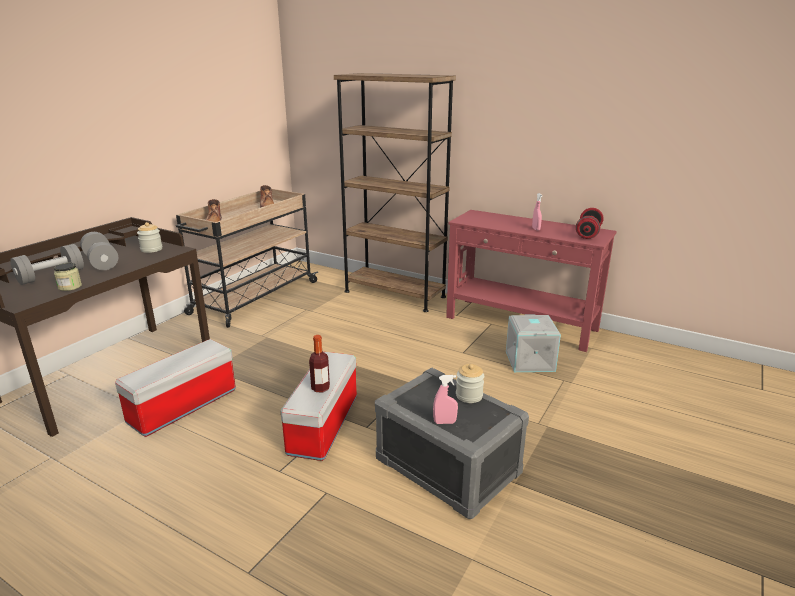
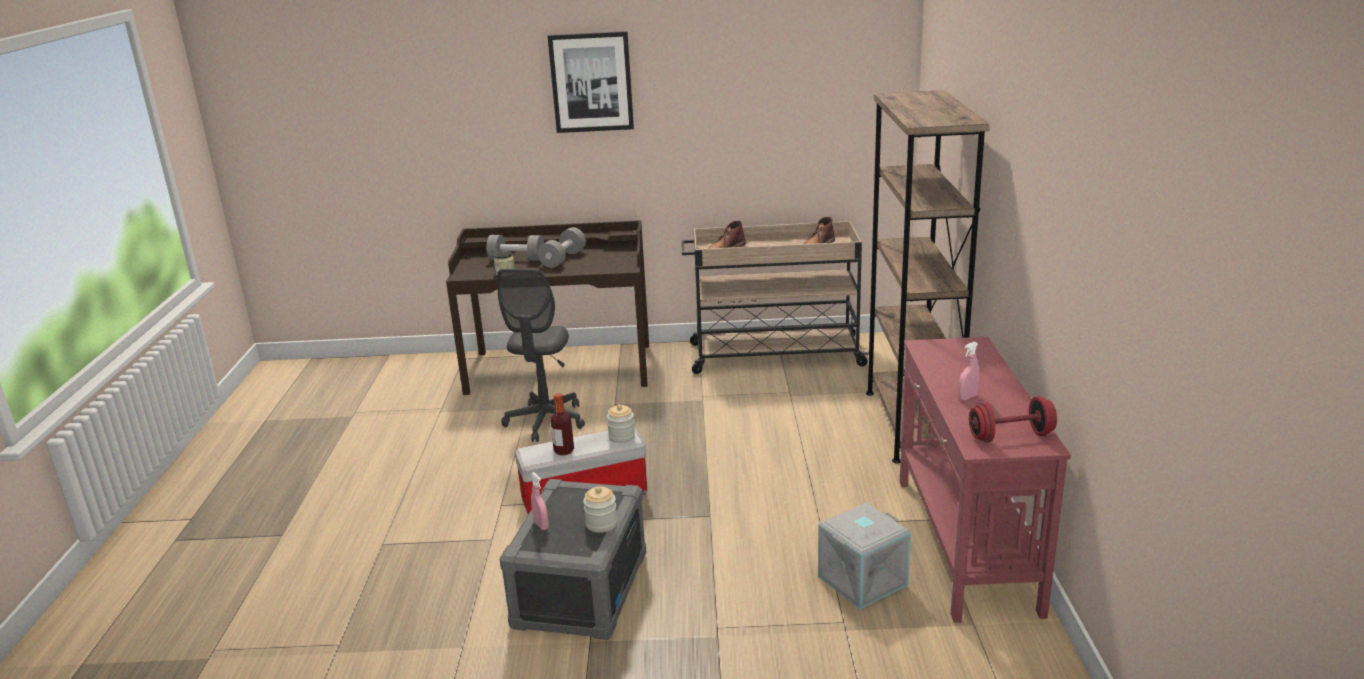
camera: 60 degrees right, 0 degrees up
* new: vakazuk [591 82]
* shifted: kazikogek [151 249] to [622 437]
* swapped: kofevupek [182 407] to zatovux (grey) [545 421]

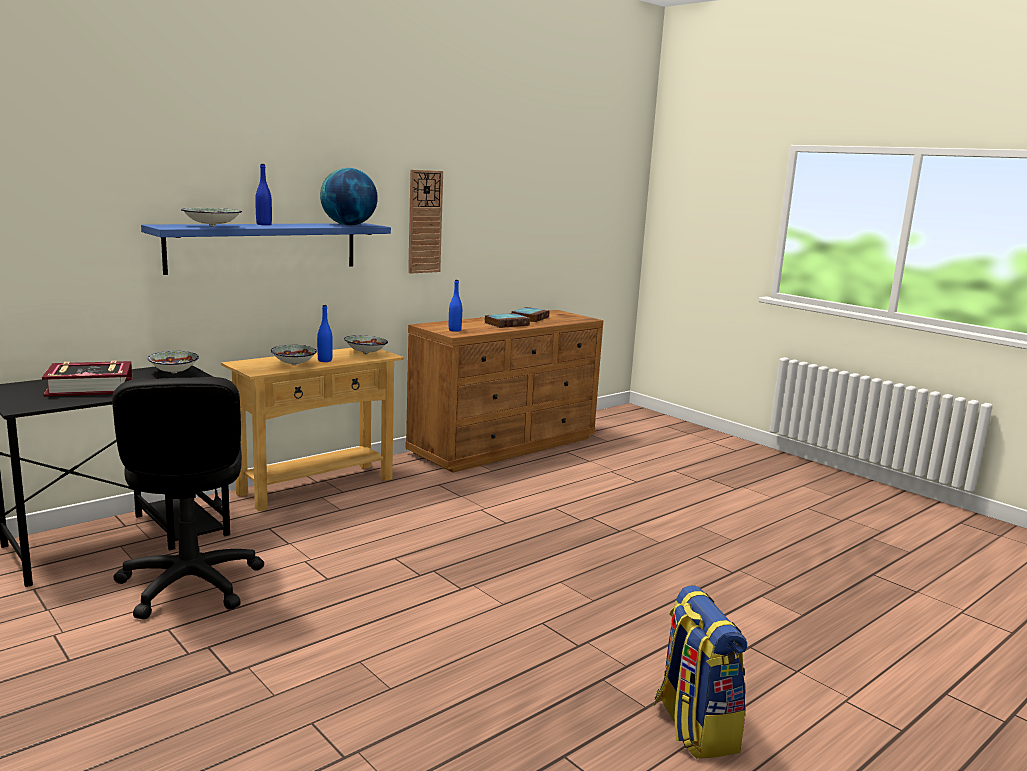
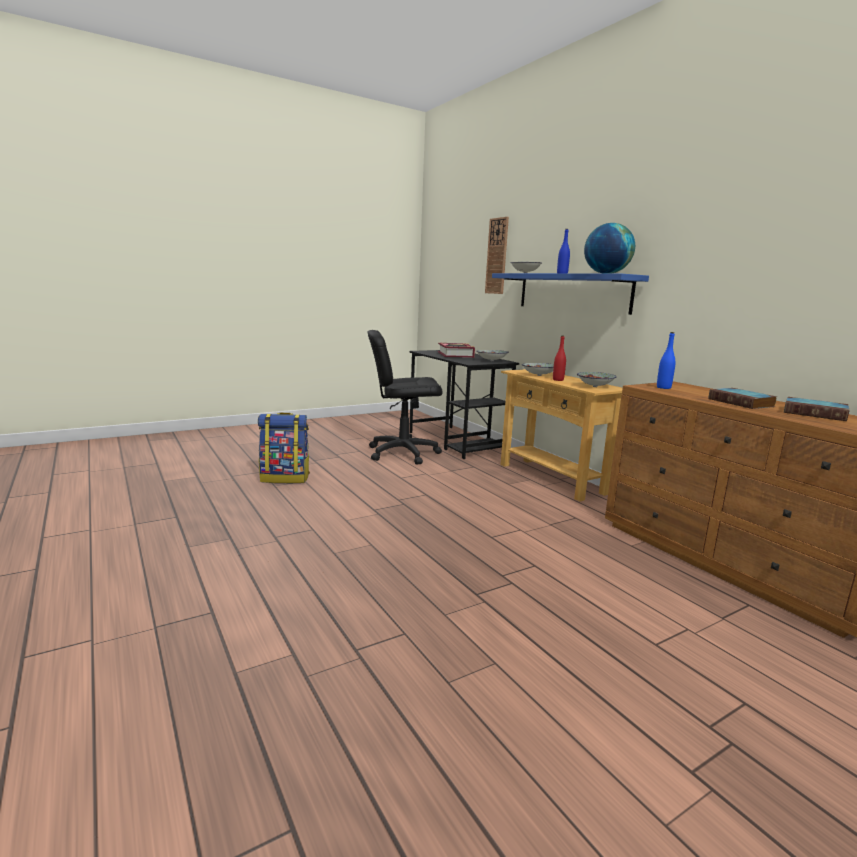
camera: 100 degrees right, 0 degrees up
* shifted: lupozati [424 222] to [497 256]
* shifted: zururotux [694 727] to [285 478]
* repainted: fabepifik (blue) [325 360] to fabepifik (red) [558 380]

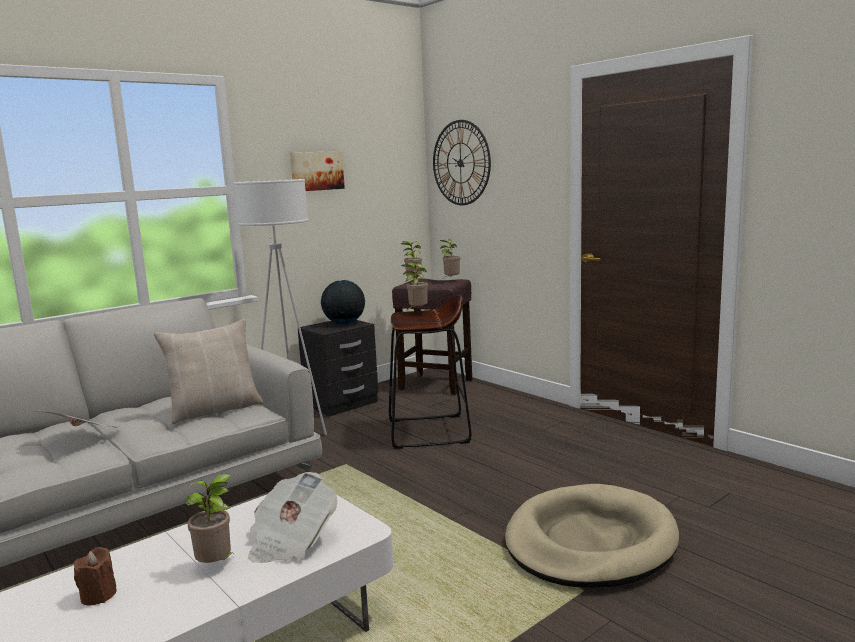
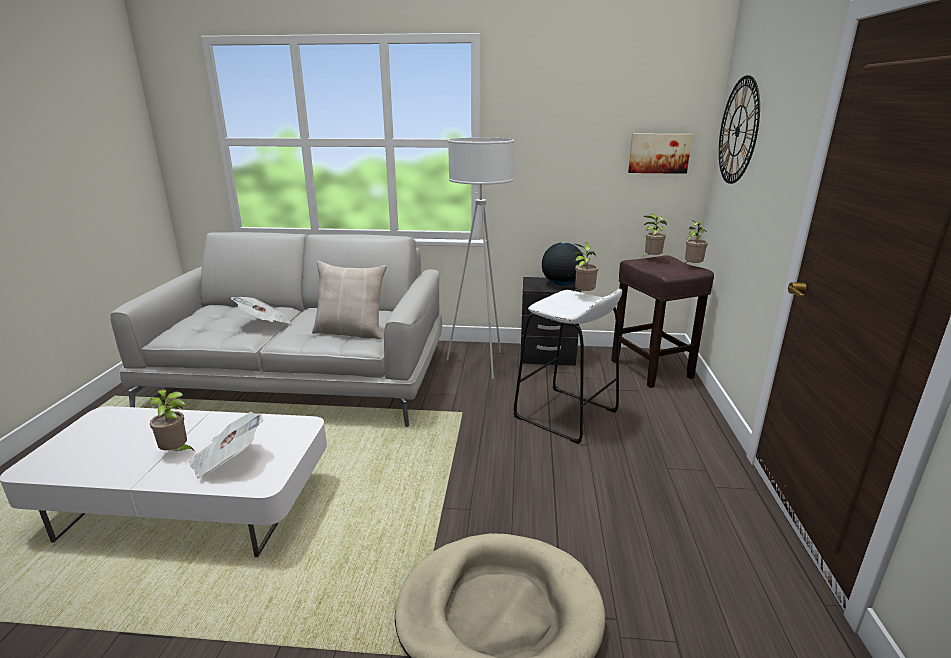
camera: 45 degrees right, 10 degrees up
* gone: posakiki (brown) [98 595]
* shifted: vakazuk [316 171] to [659 153]
* repainted: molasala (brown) [428 431] to molasala (white) [565 414]

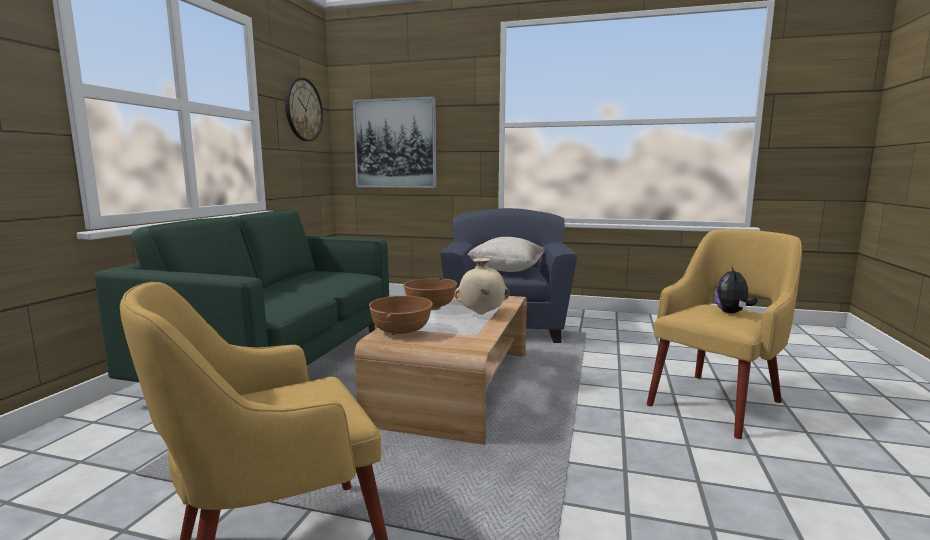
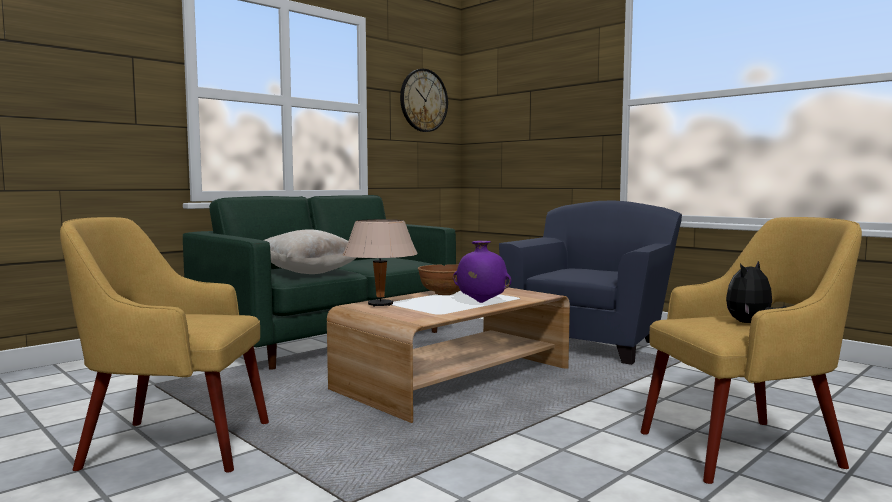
camera: 30 degrees right, 5 degrees down
* gone: vakazuk [395 143]
* shifted: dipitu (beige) [507 271] to [308 273]
* swapped: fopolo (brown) [401 331] to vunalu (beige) [380 305]
* repainted: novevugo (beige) [481 314] to novevugo (purple) [481 302]

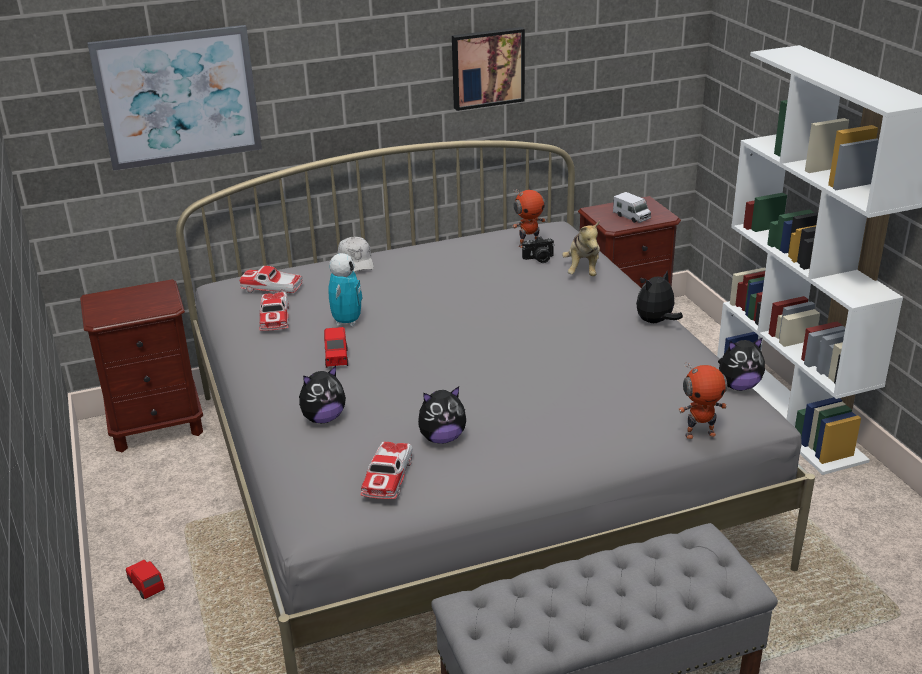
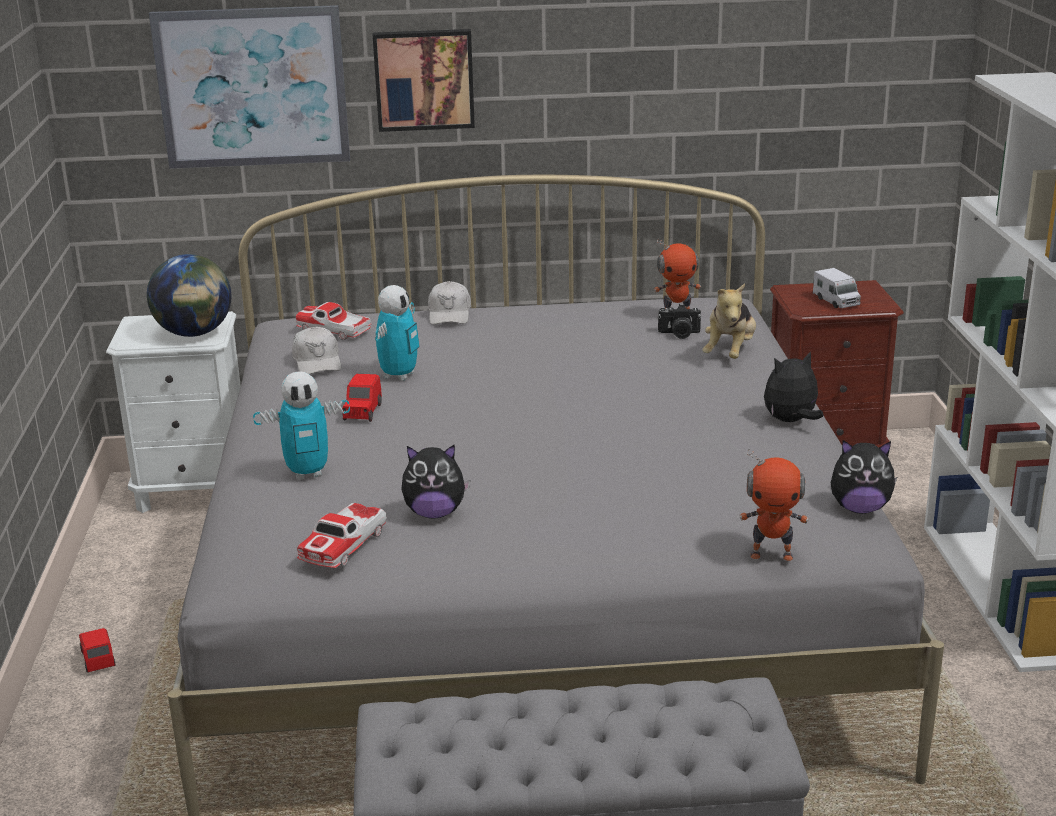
camera: 15 degrees right, 5 degrees down
* new: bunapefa [194 333]
* shifted: vakazuk [487 67] to [424 79]
* swapped: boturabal [274 318] to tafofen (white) [317 362]
* swapped: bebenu [323 418] to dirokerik [308 473]
* repainted: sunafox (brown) [157 426] to sunafox (white) [195 491]

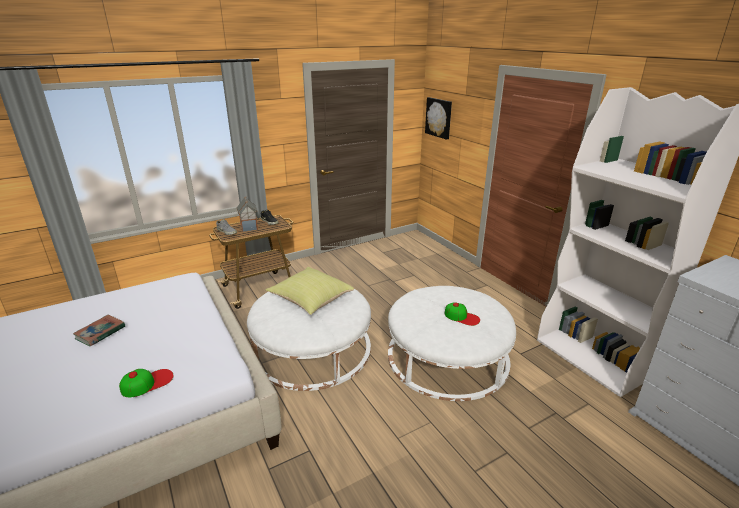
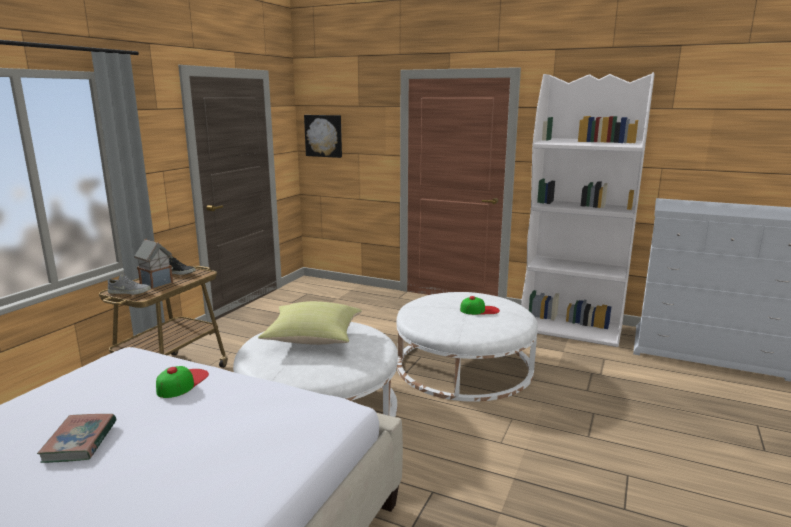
camera: 35 degrees left, 10 degrees down
* shifted: tafofen [147 383] to [182 382]

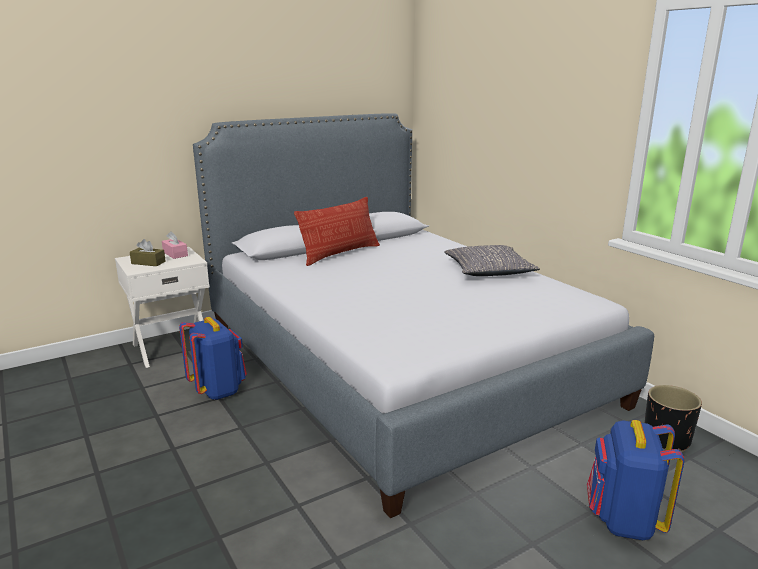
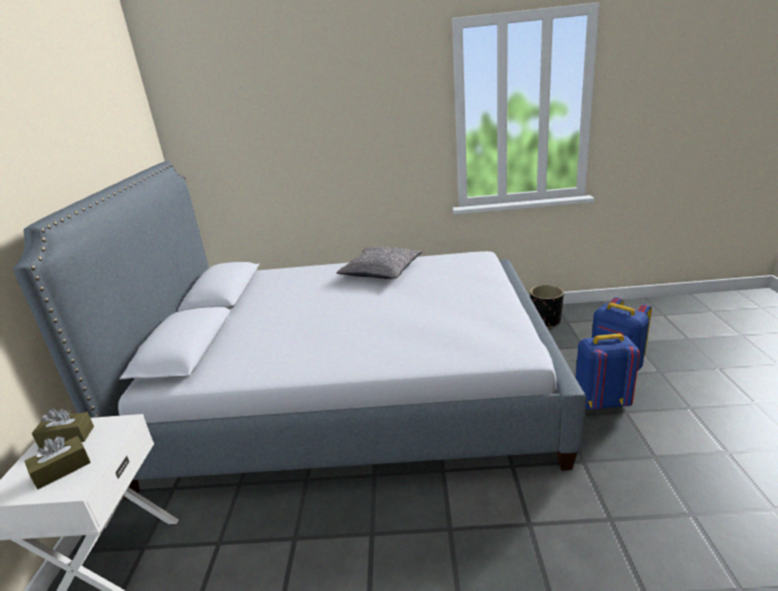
camera: 55 degrees left, 5 degrees up
* gone: dipitu [340 254]
* shifted: zururotux (blue) [218 390] to [601 402]
* repainted: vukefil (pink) [175 254] to vukefil (brown) [67 437]

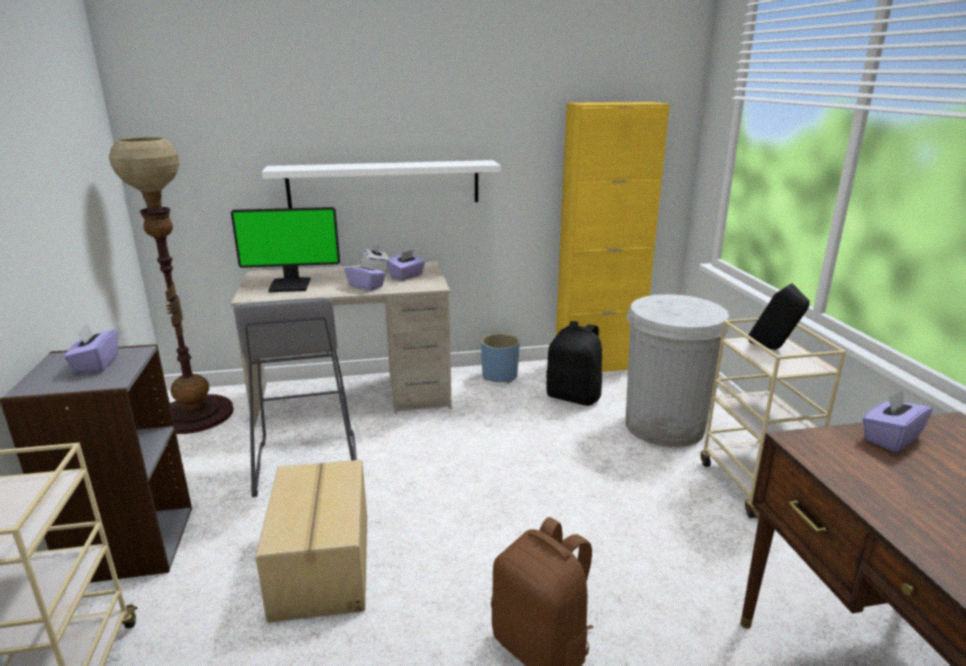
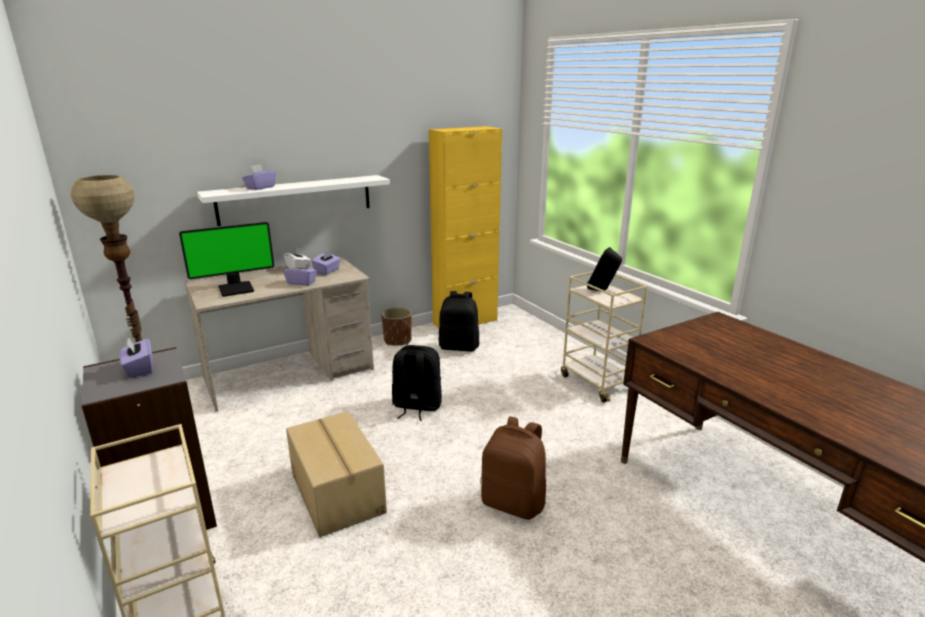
camera: 20 degrees left, 0 degrees up
* gone: molasala (grey) [306 463]
* gone: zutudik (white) [664 426]
* new: zururotux (black) [416 406]
* shifted: vukefil (purple) [890 438] to [260 187]
* repainted: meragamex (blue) [500 376] to meragamex (brown) [398 341]

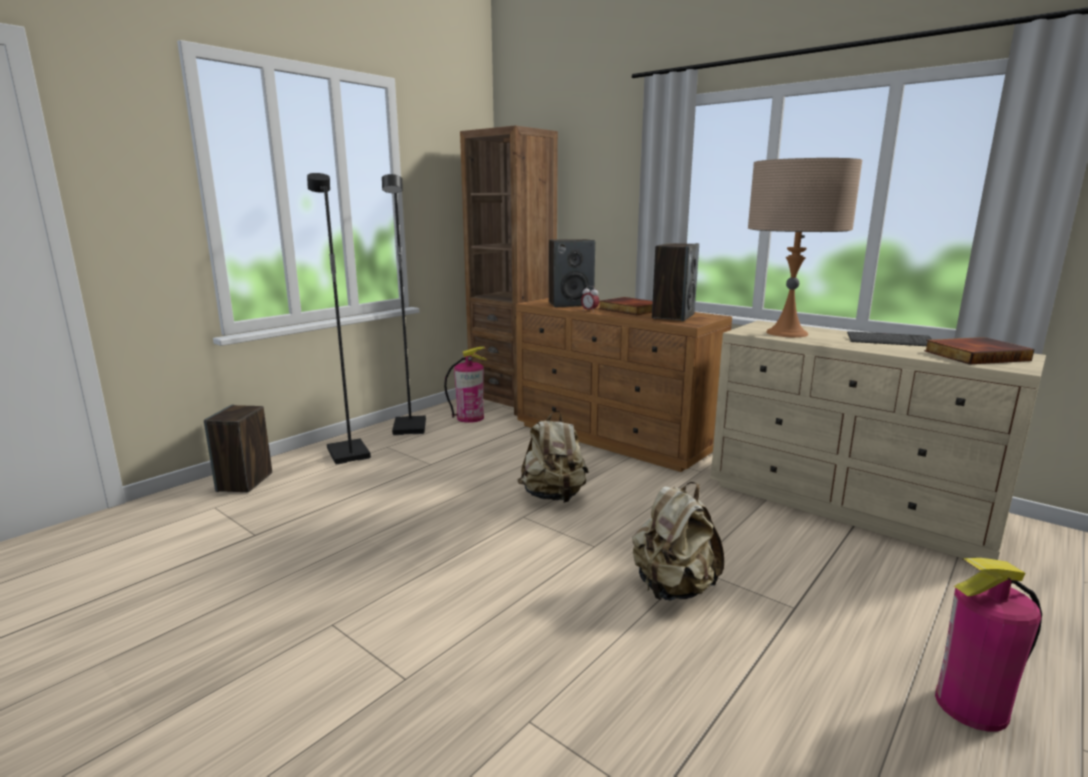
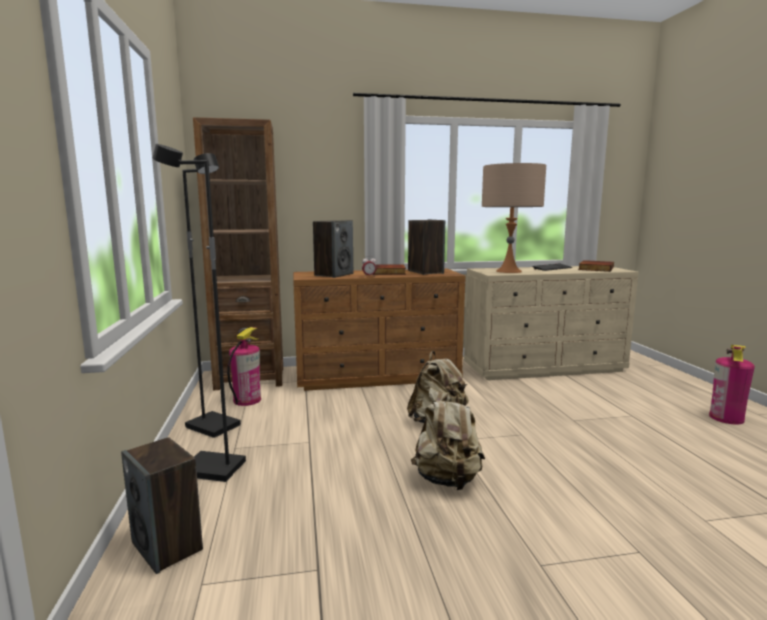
camera: 50 degrees left, 5 degrees down
* shifted: zururotux (beige) [673 588] to [447 480]

